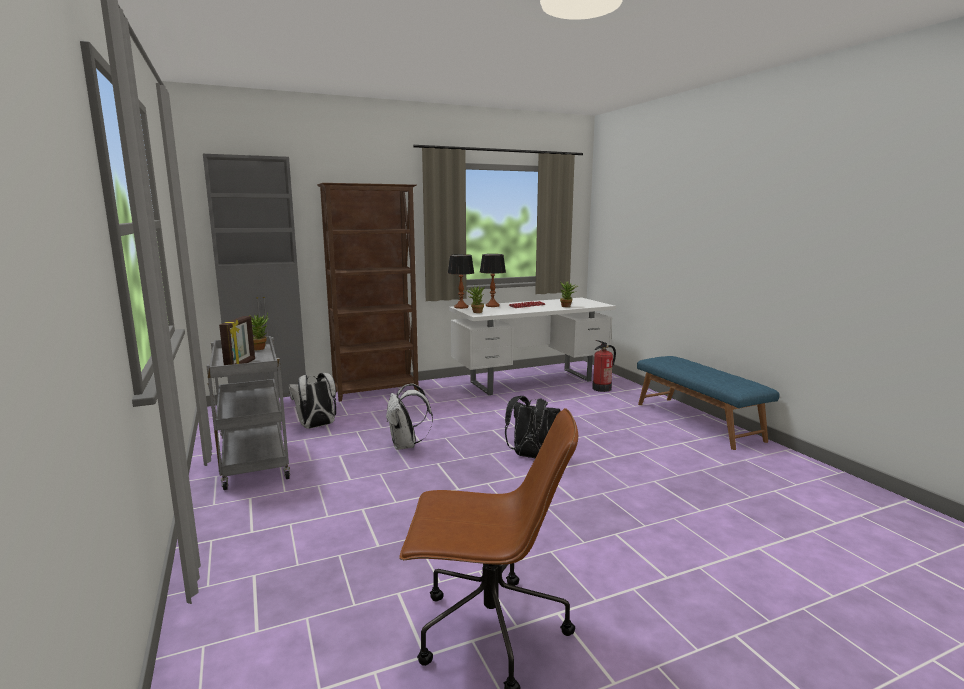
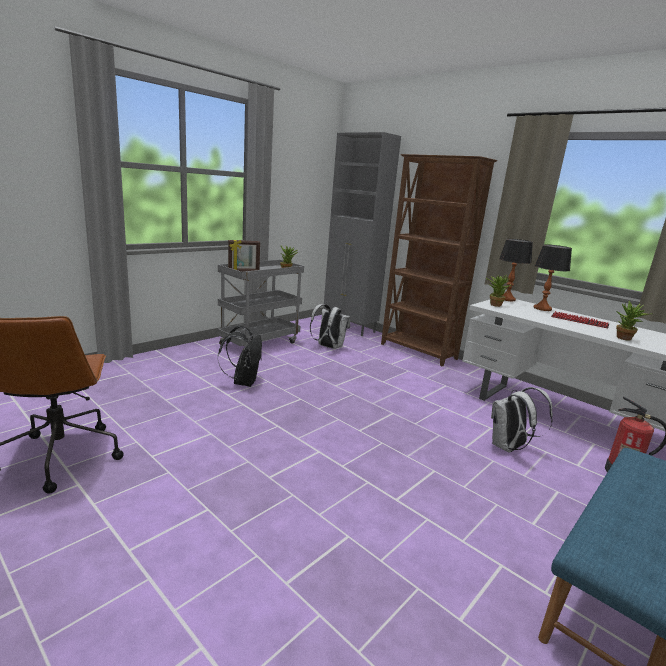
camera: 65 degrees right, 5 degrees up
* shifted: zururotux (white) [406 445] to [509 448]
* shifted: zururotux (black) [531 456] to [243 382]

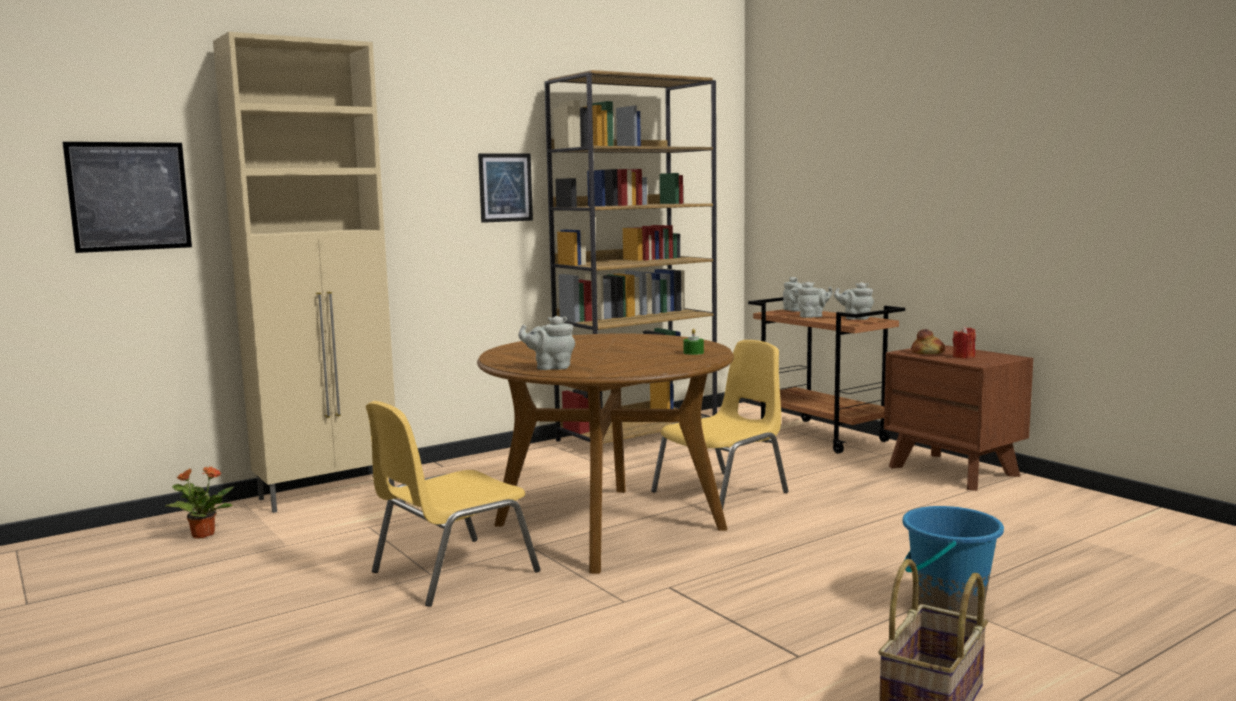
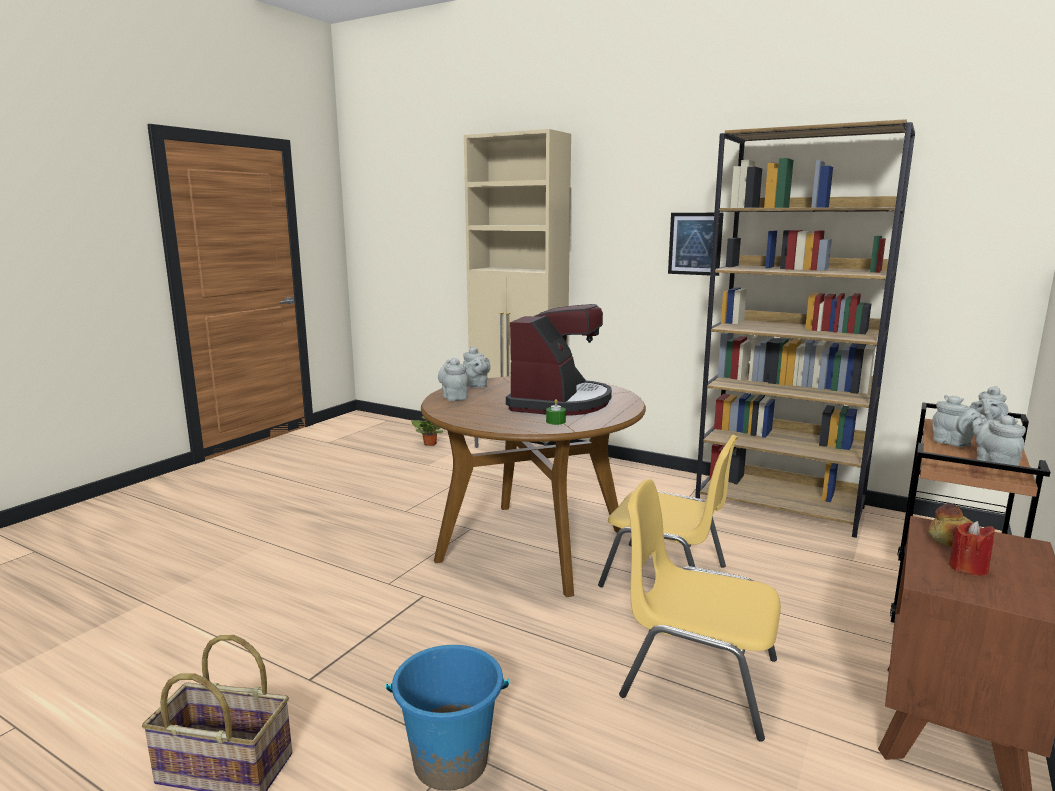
camera: 65 degrees right, 5 degrees up
* gone: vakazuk [129 196]
* new: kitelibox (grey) [476 385]
* new: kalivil [560 402]
* shifted: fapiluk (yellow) [451 572] to [697 678]

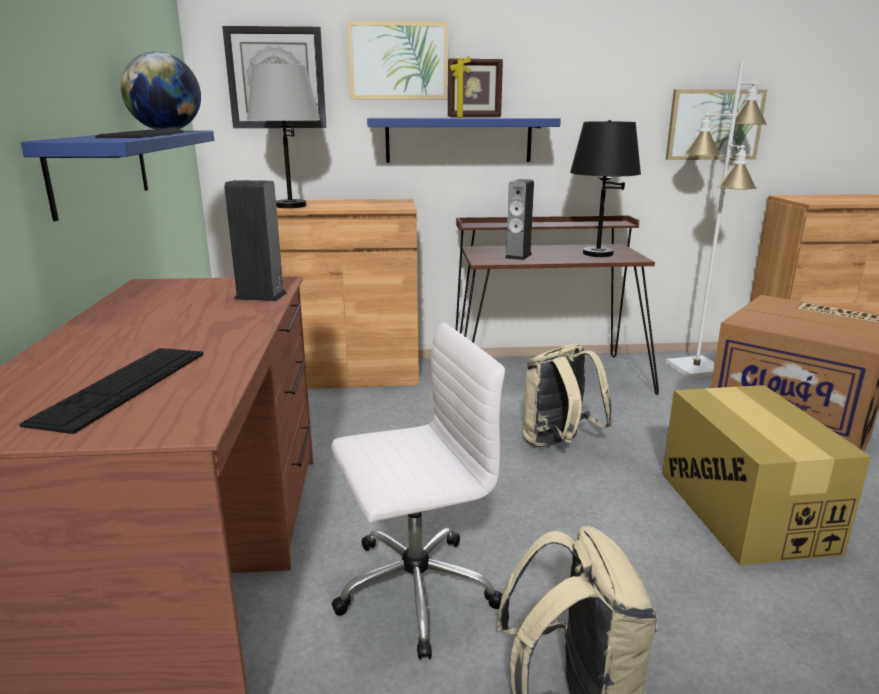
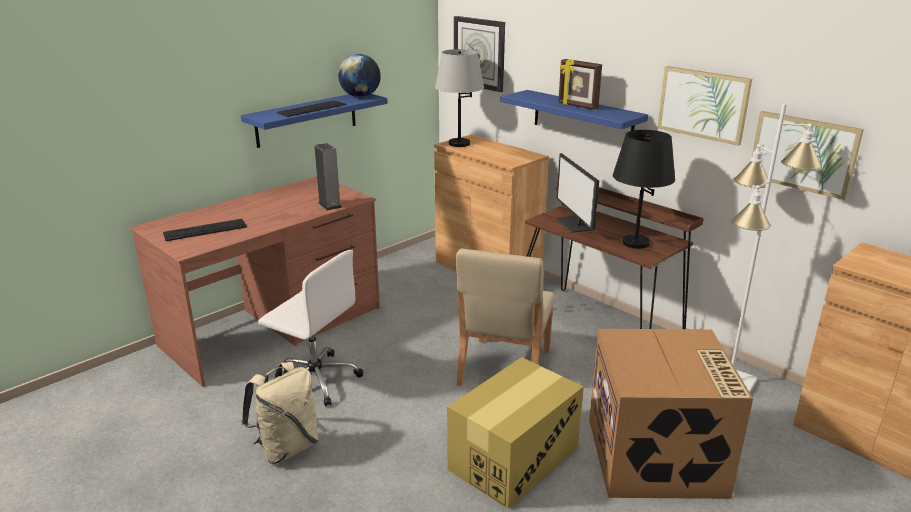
camera: 50 degrees right, 5 degrees up
* shifted: vakazuk [398 61] to [703 104]
* swapped: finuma [518 256] to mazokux [574 224]
* swapped: zururotux (beige) [559 444] to fapiluk (beige) [503 368]

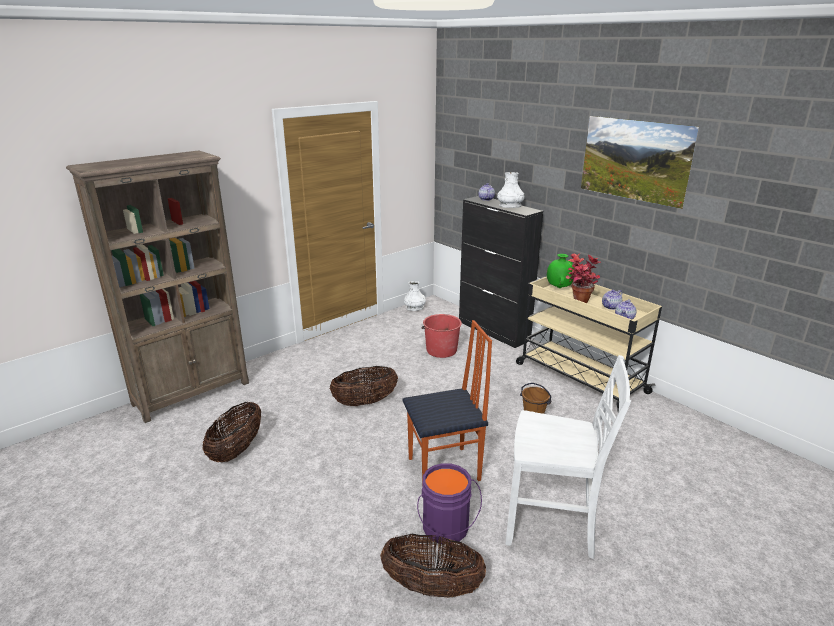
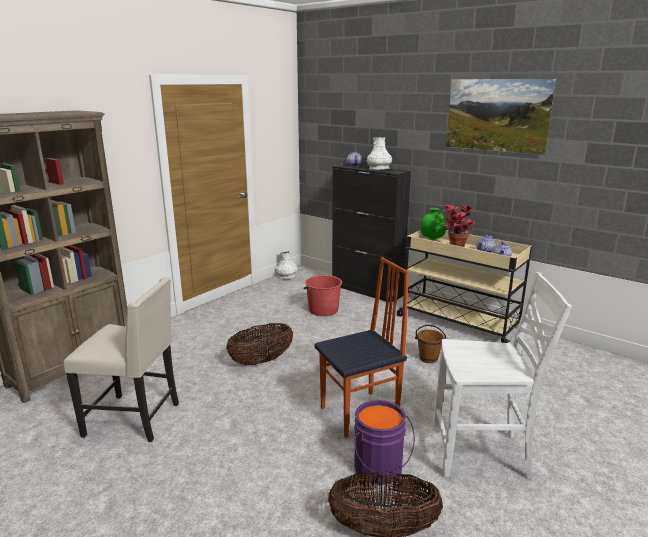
camera: 10 degrees left, 5 degrees down
* swapped: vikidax [236 450] to fapiluk (beige) [135 419]

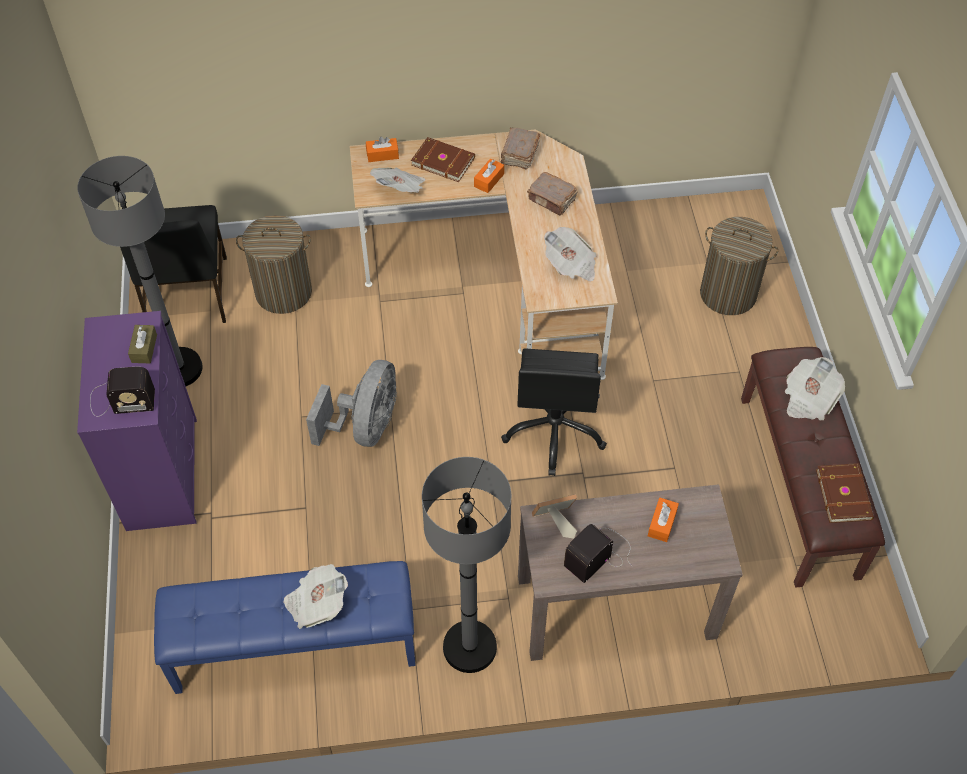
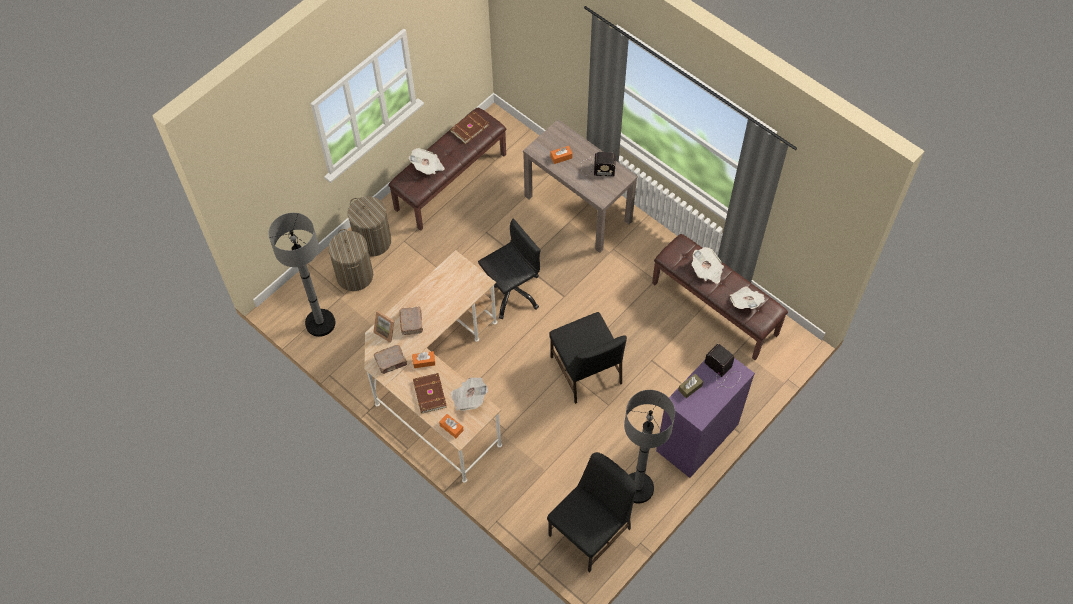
camera: 130 degrees left, 5 degrees up
* shifted: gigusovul [284 292] to [373 241]
* shifted: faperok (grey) [470 647] to [320 323]
* shifted: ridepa [554 522] to [387 331]
* shifted: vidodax [570 265] to [745 302]
* swapped: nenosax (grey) [365 427] to fapiluk (black) [586 371]
* repainted: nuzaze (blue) [294 648] to nuzaze (brown) [715 308]

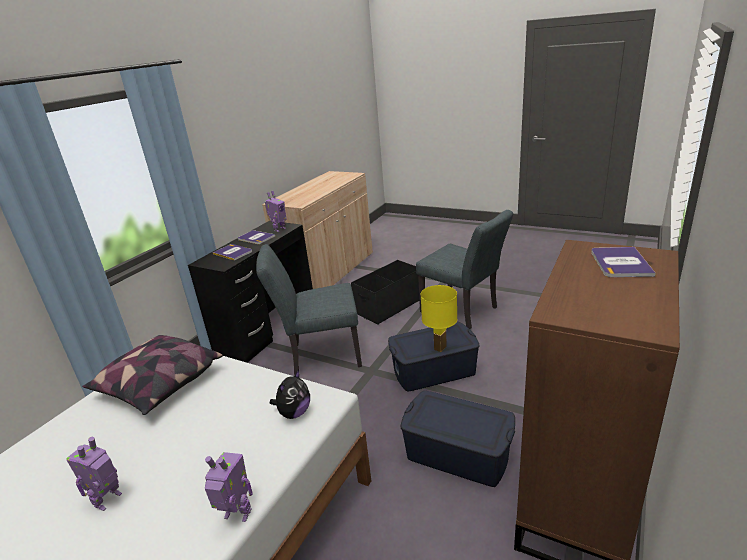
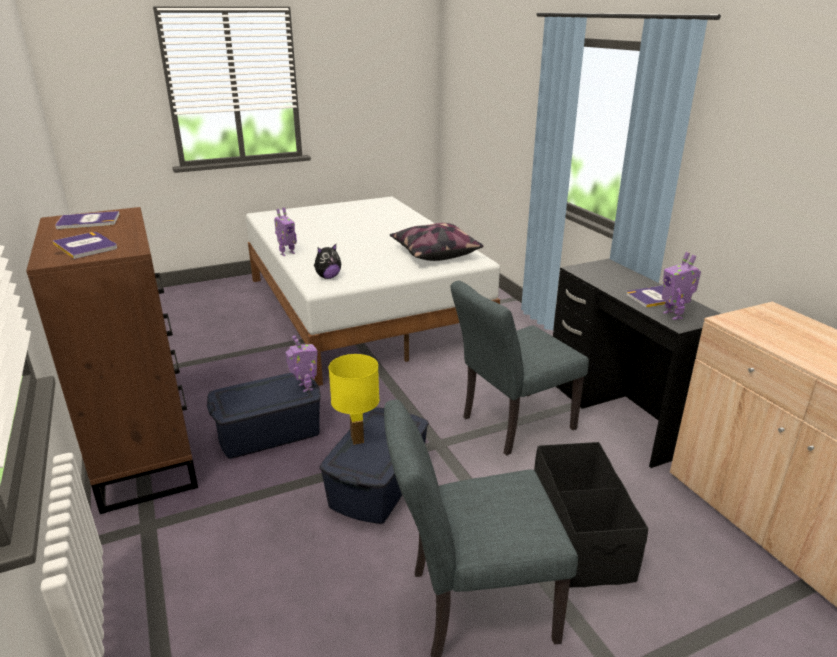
camera: 125 degrees right, 0 degrees up
* shifted: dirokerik [109 500] to [304 387]
* shifted: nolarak [233 252] to [88 221]
* rotated: fapiluk (grey) [319 355] = [511 425] 150 degrees counterclockwise
* rotated: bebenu [294 413] = [328 277] 105 degrees counterclockwise

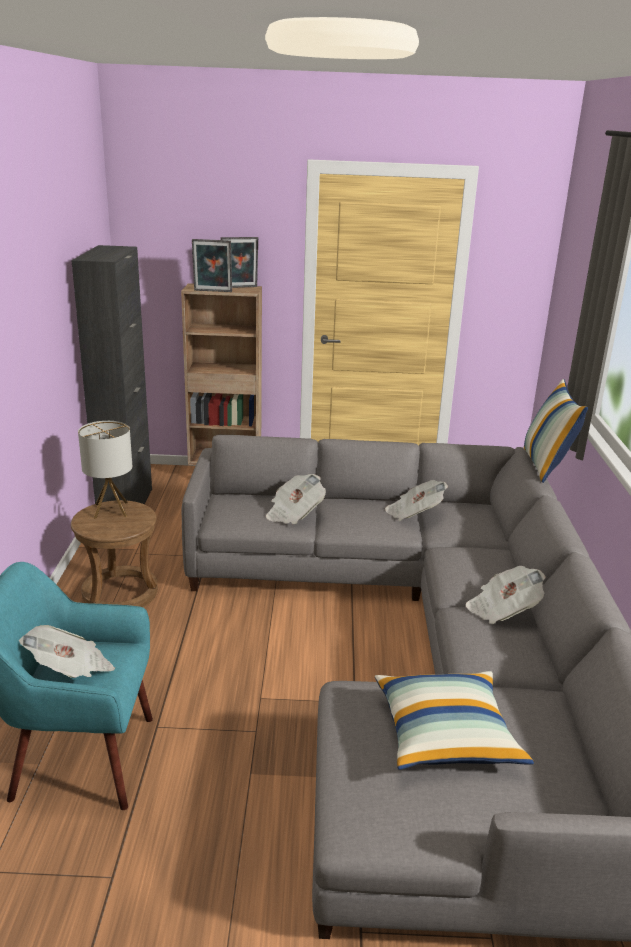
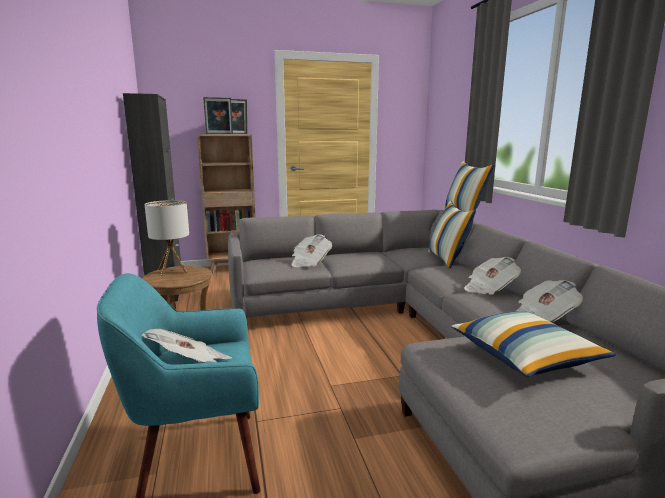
camera: 15 degrees left, 10 degrees down
* new: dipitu [447 259]
* shifted: vidodax [414 513] to [542 317]

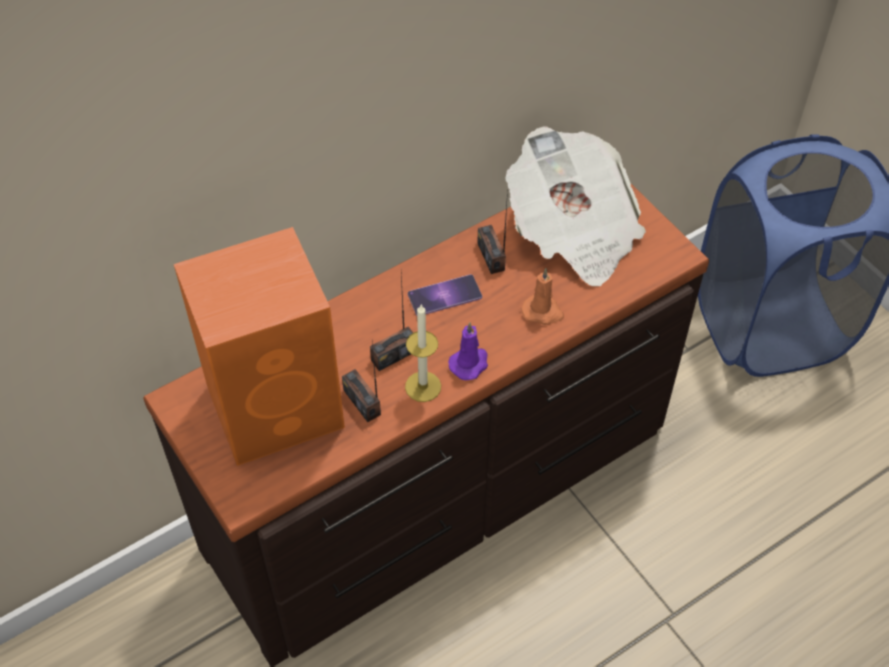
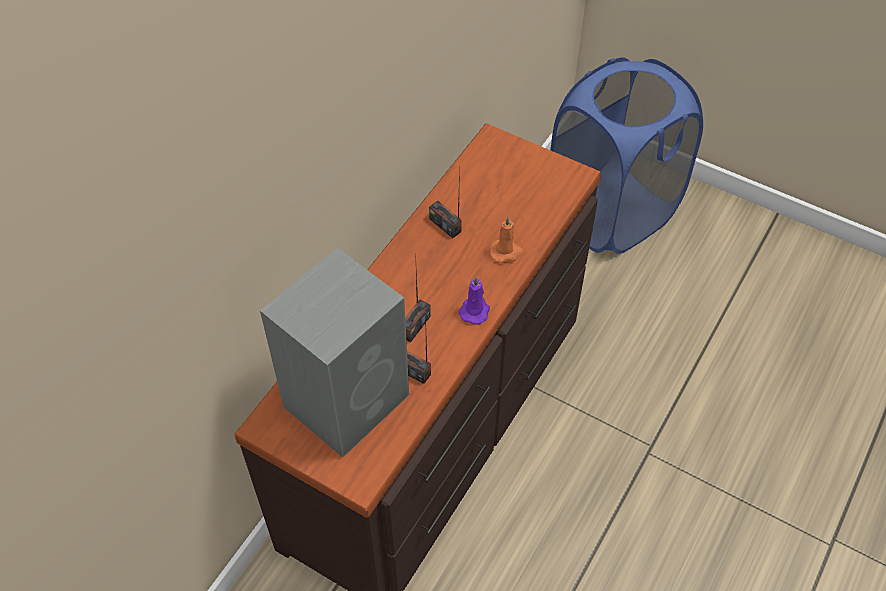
camera: 25 degrees left, 0 degrees up
* gone: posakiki [423 386]
* gone: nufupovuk [444 295]
* gone: vidodax [573 231]
* repainted: finuma (orange) [278 406] to finuma (grey) [348 399]

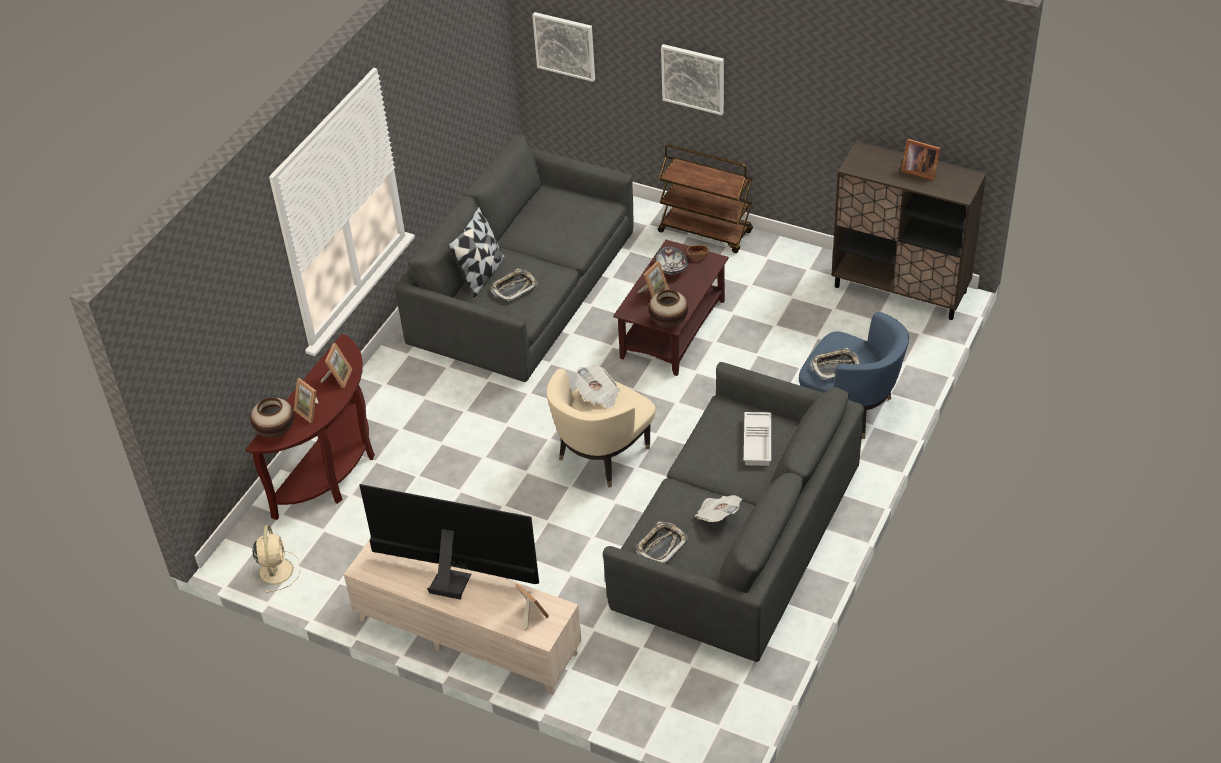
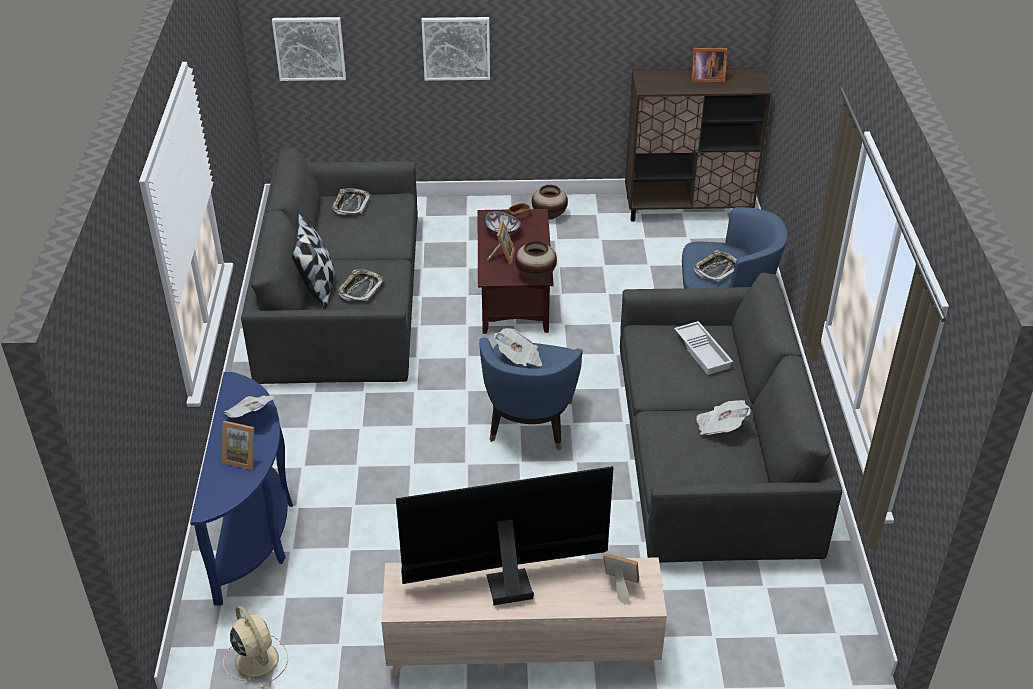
camera: 30 degrees left, 5 degrees down
* gone: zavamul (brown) [706 232]
* shifted: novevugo [276 431] to [549 215]
* shifted: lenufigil [661 546] to [351 204]
* swapped: ridepa [338 377] to vidodax [251 415]
* repainted: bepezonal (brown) [333 471] to bepezonal (blue) [255 532]
* repainted: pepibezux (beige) [602 455] to pepibezux (blue) [530 423]

